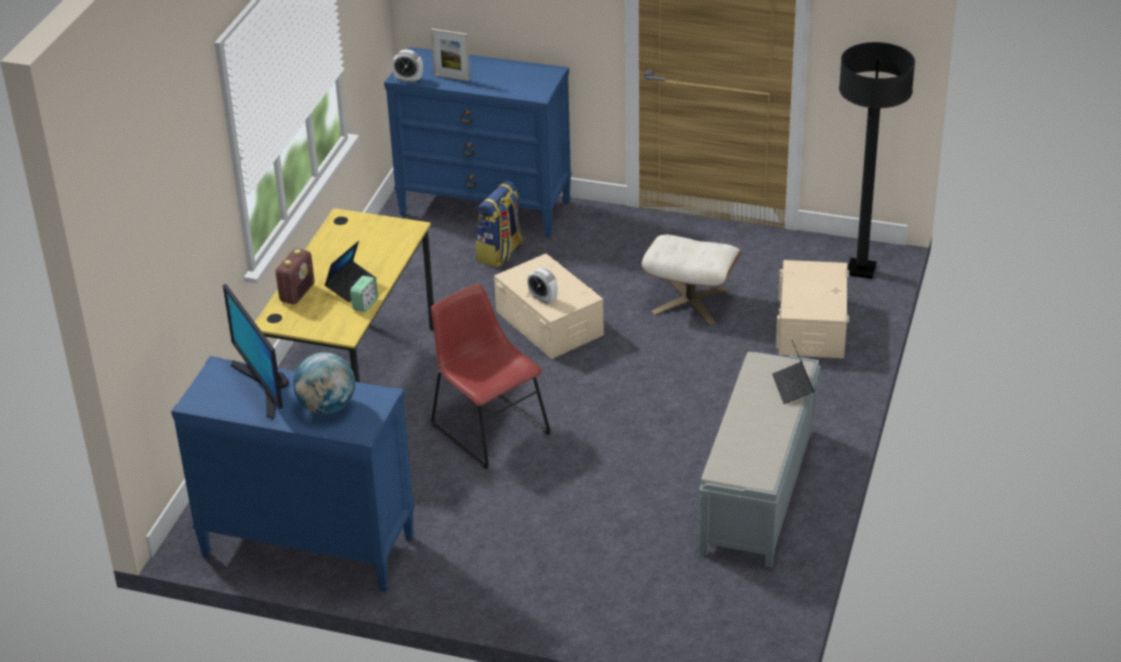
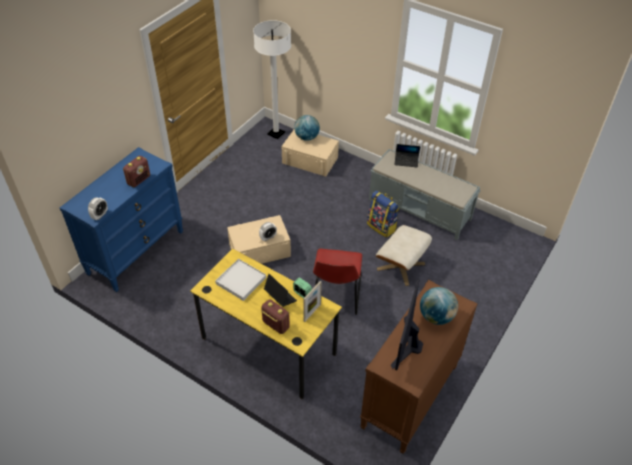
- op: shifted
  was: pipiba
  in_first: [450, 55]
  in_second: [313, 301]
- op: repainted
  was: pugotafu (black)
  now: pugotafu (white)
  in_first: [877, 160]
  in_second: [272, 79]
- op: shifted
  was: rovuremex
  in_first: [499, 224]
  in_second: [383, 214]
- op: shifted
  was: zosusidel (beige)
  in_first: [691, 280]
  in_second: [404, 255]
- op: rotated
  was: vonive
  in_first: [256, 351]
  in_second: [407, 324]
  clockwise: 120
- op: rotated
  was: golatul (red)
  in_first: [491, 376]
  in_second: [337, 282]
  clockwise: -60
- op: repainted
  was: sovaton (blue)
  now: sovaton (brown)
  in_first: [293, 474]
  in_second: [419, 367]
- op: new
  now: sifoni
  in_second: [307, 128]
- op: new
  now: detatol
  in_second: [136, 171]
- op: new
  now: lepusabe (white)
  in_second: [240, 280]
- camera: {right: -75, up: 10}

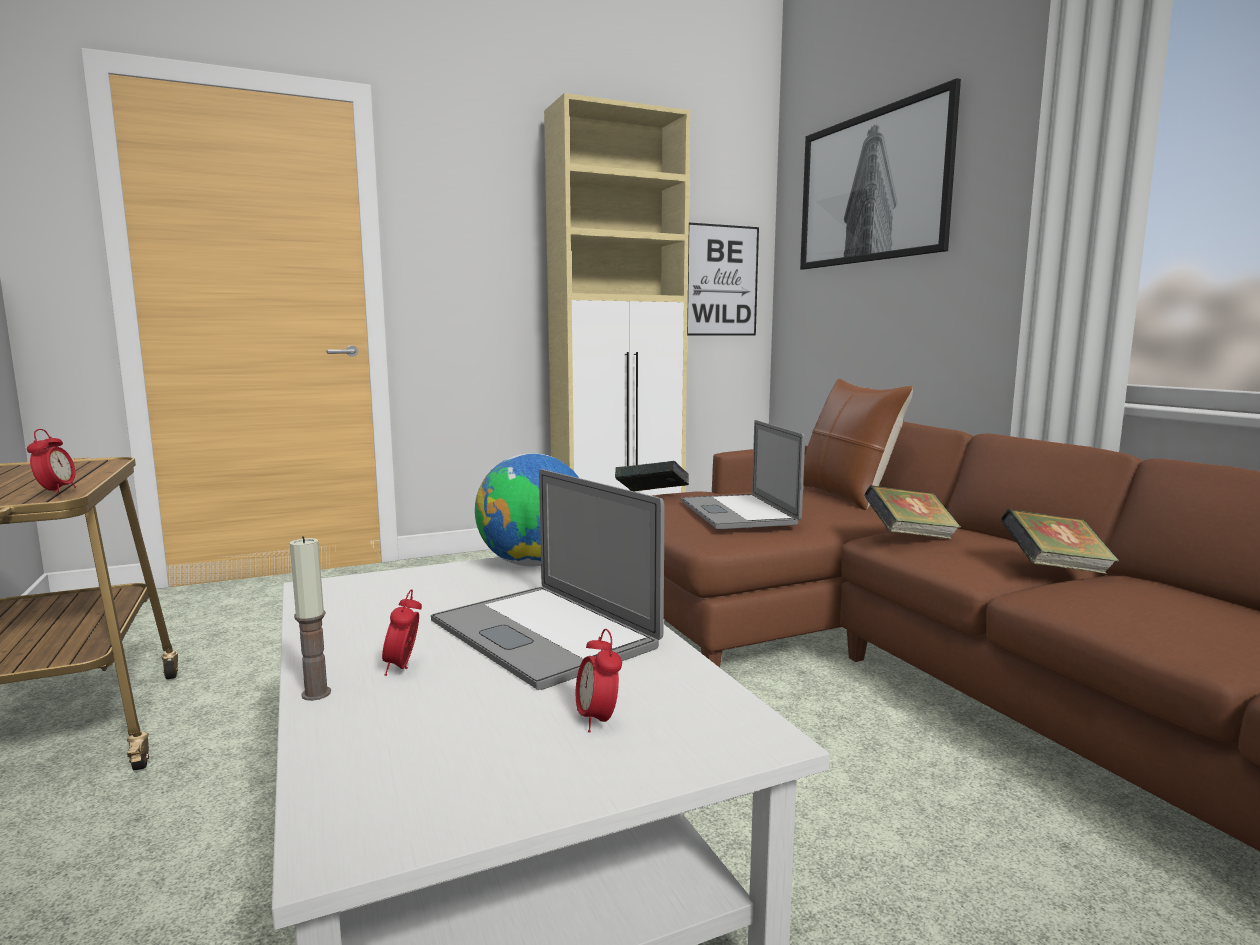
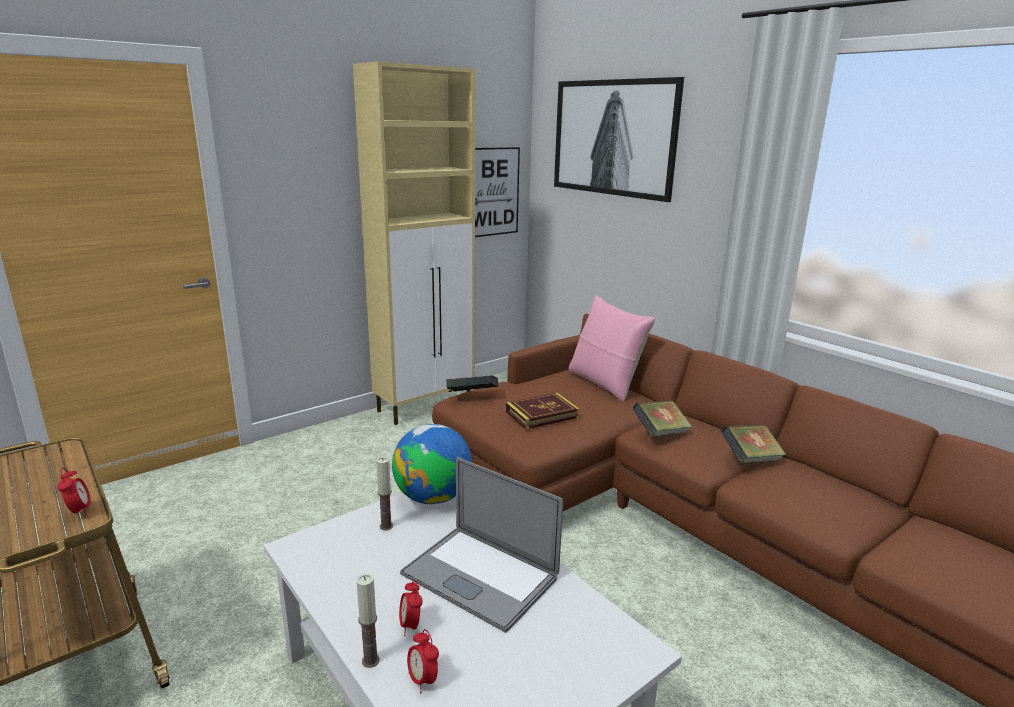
- op: repainted
  was: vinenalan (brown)
  now: vinenalan (pink)
  in_first: [858, 444]
  in_second: [612, 348]
- op: swapped
  was: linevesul
  now: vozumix
  in_first: [743, 474]
  in_second: [543, 411]
- op: shifted
  was: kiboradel
  in_first: [599, 680]
  in_second: [423, 661]
- op: new
  now: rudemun
  in_second: [384, 493]
- camera: {right: -15, up: 10}

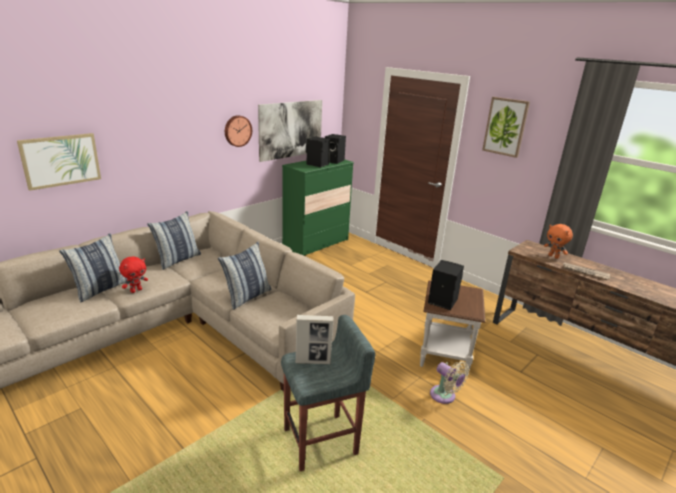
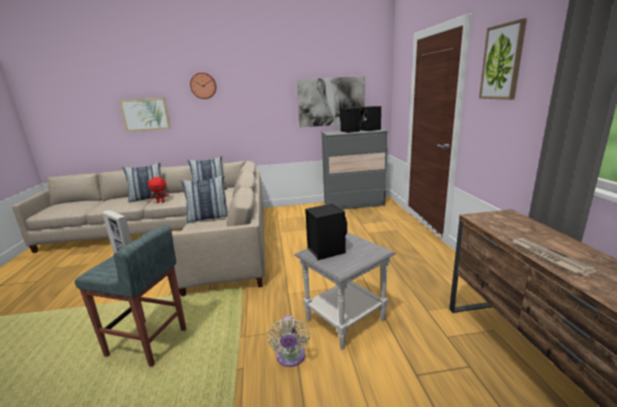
- op: shifted
  was: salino
  in_first: [238, 131]
  in_second: [203, 85]
- op: repainted
  was: sovaton (green)
  now: sovaton (grey)
  in_first: [318, 208]
  in_second: [354, 169]
- op: gone
  was: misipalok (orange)
  in_first: [558, 241]
- op: repainted
  was: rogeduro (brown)
  now: rogeduro (grey)
  in_first: [452, 328]
  in_second: [345, 291]
- camera: {right: 40, up: -5}

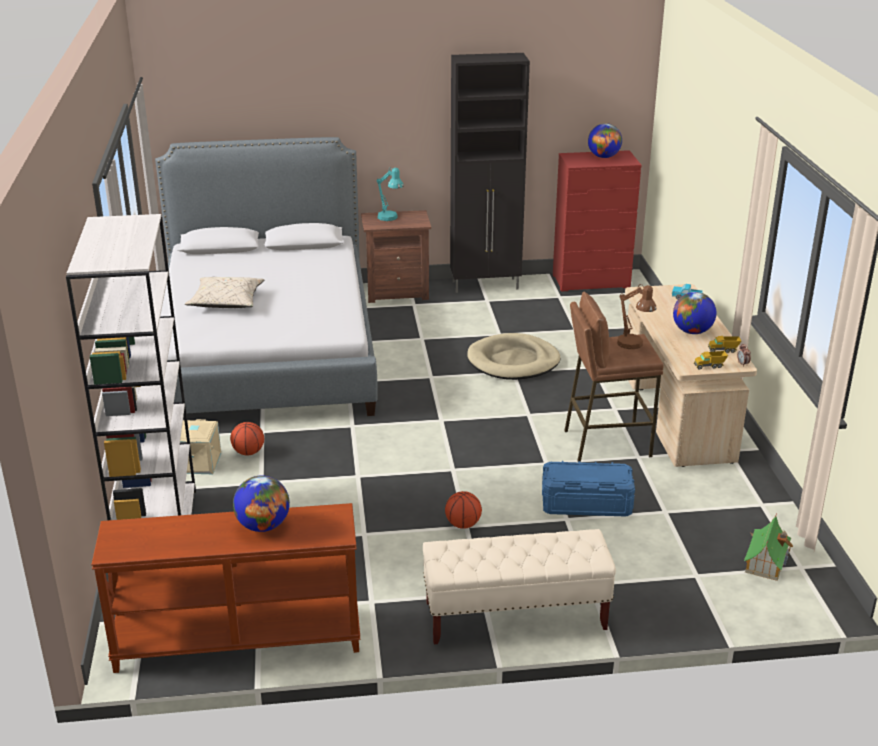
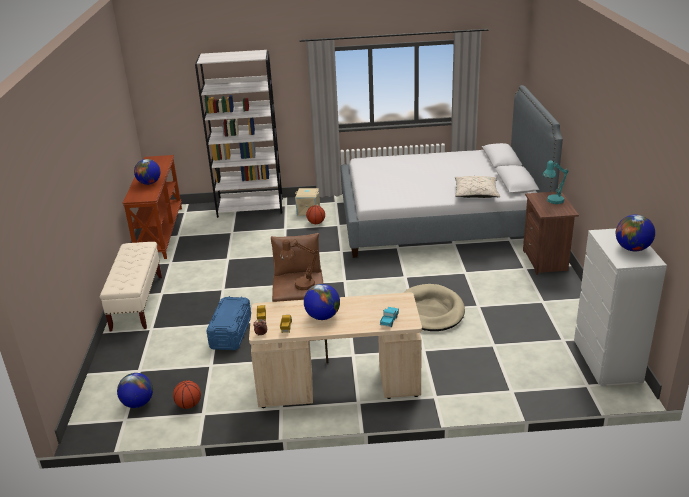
- op: gone
  was: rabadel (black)
  in_first: [490, 173]
- op: repainted
  was: sovaton (red)
  now: sovaton (white)
  in_first: [597, 221]
  in_second: [620, 307]
- op: shifted
  was: vinenalan (beige)
  in_first: [224, 292]
  in_second: [477, 187]
- op: shifted
  was: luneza
  in_first: [463, 510]
  in_second: [187, 395]
- op: swapped
  was: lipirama
  now: sifoni
  in_first: [768, 547]
  in_second: [135, 390]
- camera: {right: 95, up: 0}

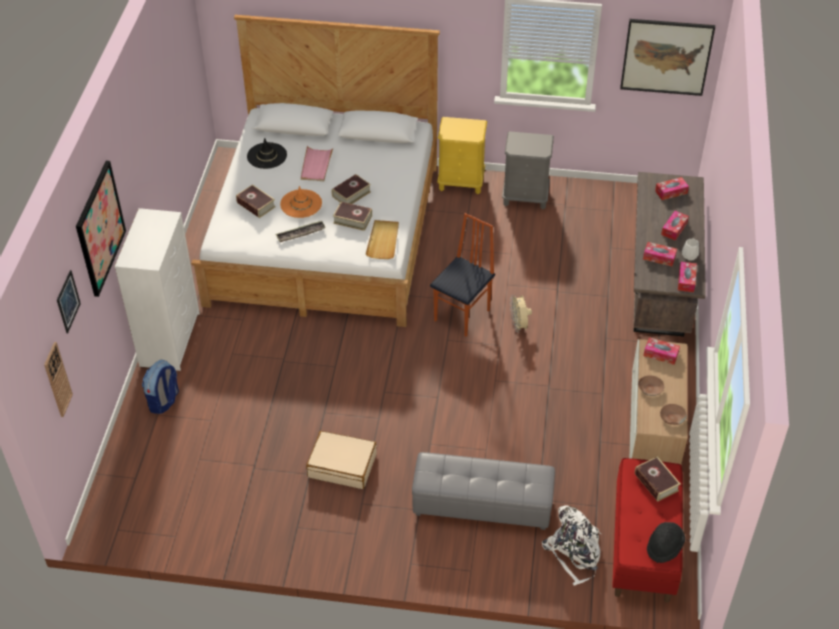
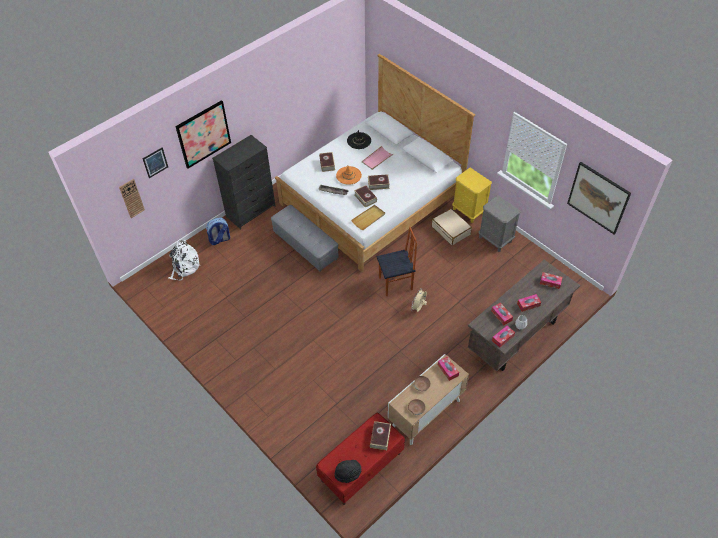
- op: repainted
  was: sovaton (white)
  now: sovaton (black)
  in_first: [157, 289]
  in_second: [244, 182]
- op: shifted
  was: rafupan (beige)
  in_first: [341, 460]
  in_second: [452, 227]
- op: shifted
  was: zosusidel (grey)
  in_first: [483, 491]
  in_second: [305, 238]
- op: shifted
  was: rovuremex (white)
  in_first: [571, 545]
  in_second: [184, 260]
- camera: {right: 40, up: 5}

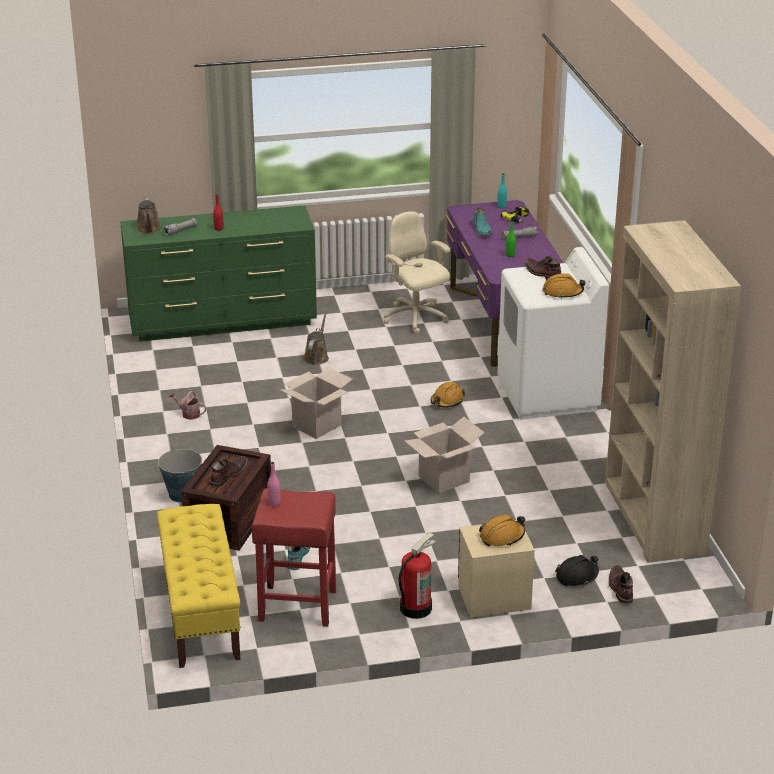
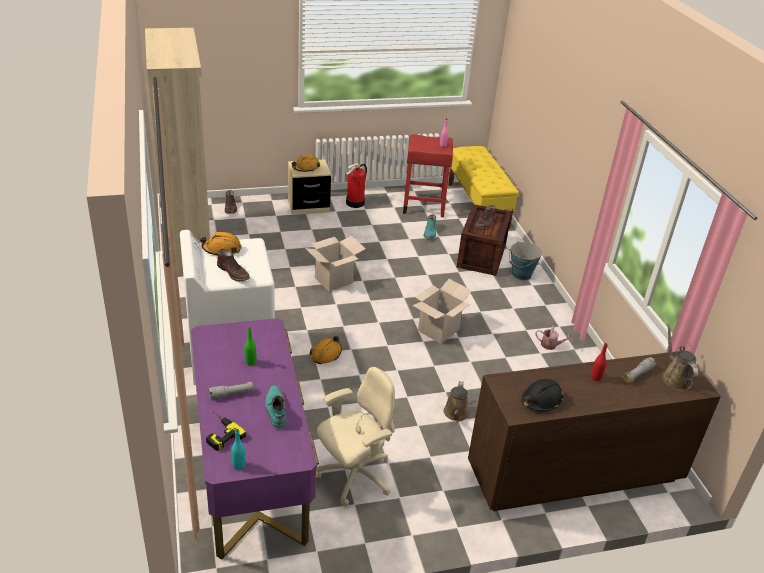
- op: repainted
  was: sovaton (green)
  now: sovaton (brown)
  in_first: [218, 273]
  in_second: [594, 431]
- op: rotated
  was: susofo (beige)
  in_first: [416, 272]
  in_second: [356, 437]
  clockwise: -90
- op: shifted
  was: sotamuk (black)
  in_first: [577, 570]
  in_second: [543, 395]
- camera: {right: 175, up: 5}

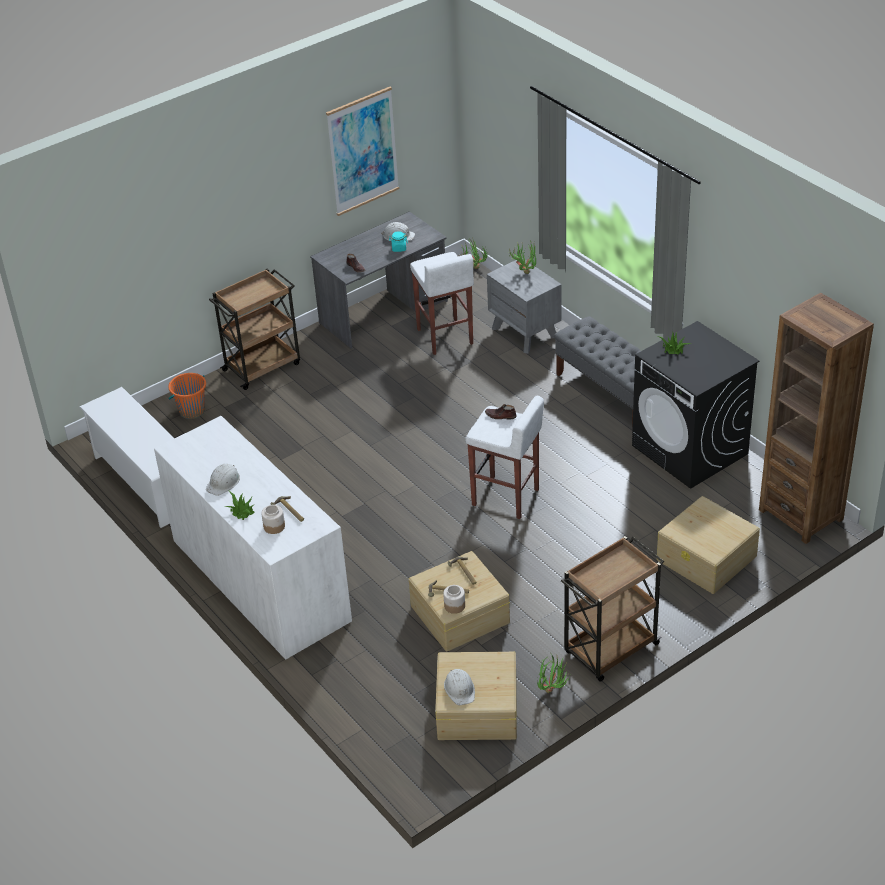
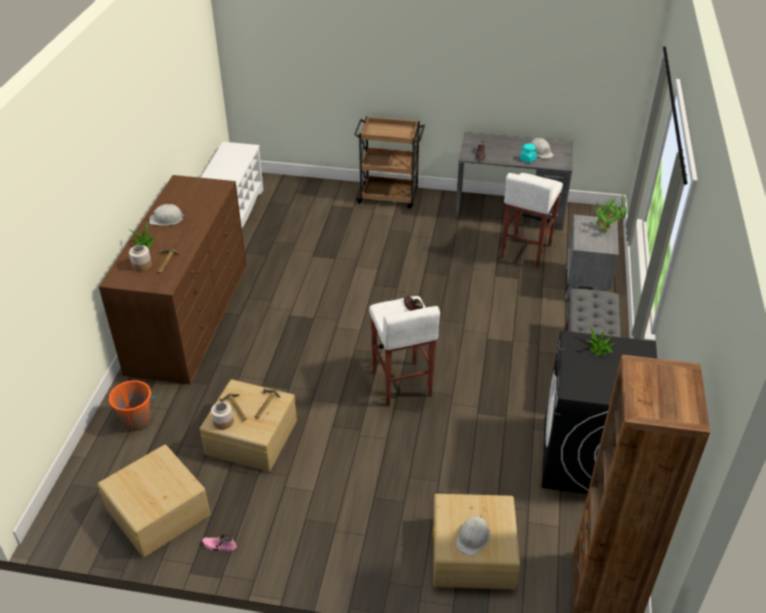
- op: gone
  was: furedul
  in_first: [362, 151]
- op: shifted
  was: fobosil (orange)
  in_first: [187, 396]
  in_second: [131, 405]
- op: repainted
  was: sovaton (white)
  now: sovaton (brown)
  in_first: [253, 538]
  in_second: [172, 280]
- op: gone
  was: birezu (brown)
  in_first: [612, 609]
- op: swapped
  was: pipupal
  now: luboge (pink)
  in_first: [554, 673]
  in_second: [219, 543]
- op: shifted
  was: sotamuk (white)
  in_first: [459, 687]
  in_second: [473, 536]
- camera: {right: 45, up: 0}

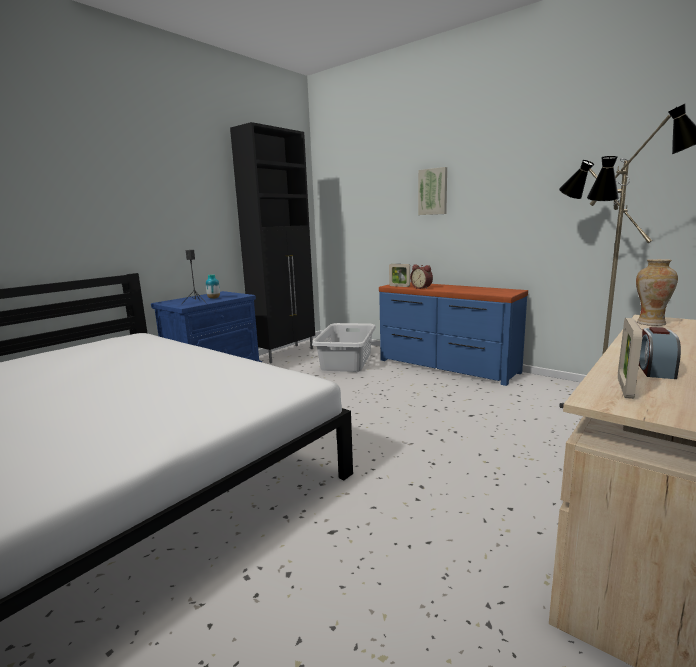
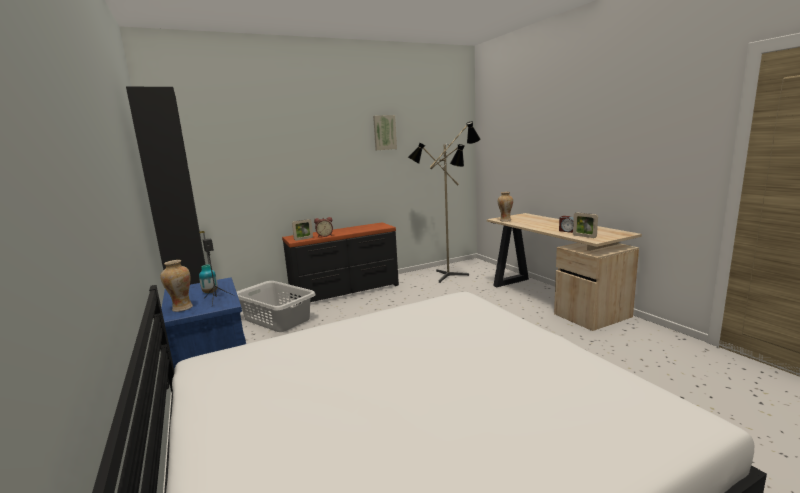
- op: shifted
  was: furedul
  in_first: [432, 191]
  in_second: [385, 132]
- op: repainted
  was: sovaton (blue)
  now: sovaton (black)
  in_first: [453, 334]
  in_second: [340, 263]
- op: new
  now: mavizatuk
  in_second: [176, 286]
- camera: {right: -65, up: 0}

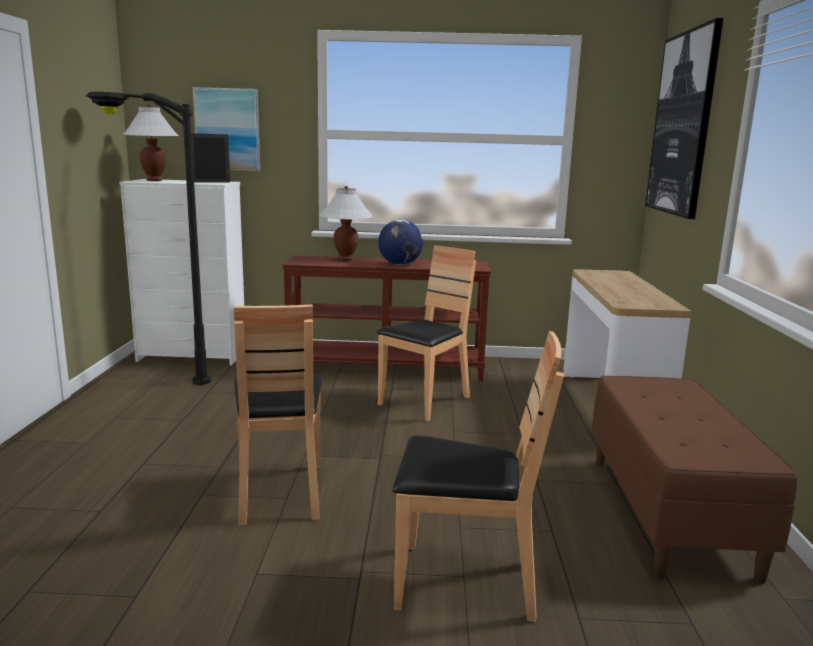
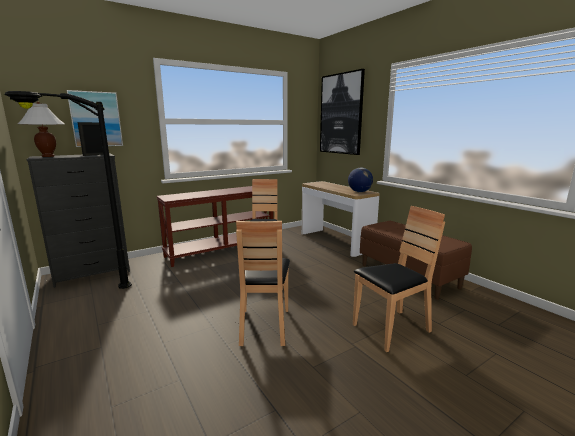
- op: repainted
  was: sovaton (white)
  now: sovaton (black)
  in_first: [181, 272]
  in_second: [78, 221]
- op: gone
  was: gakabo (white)
  in_first: [345, 223]
- op: shifted
  was: sifoni
  in_first: [400, 242]
  in_second: [360, 180]
- op: rotated
  was: golatul (brown)
  in_first: [278, 415]
  in_second: [263, 283]
  clockwise: 45
- camera: {right: -35, up: 0}

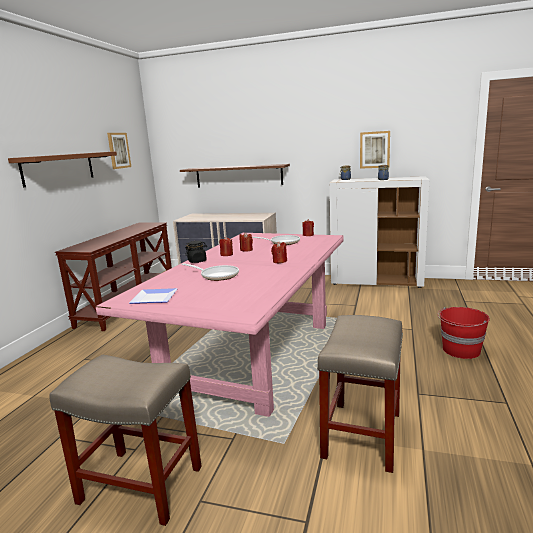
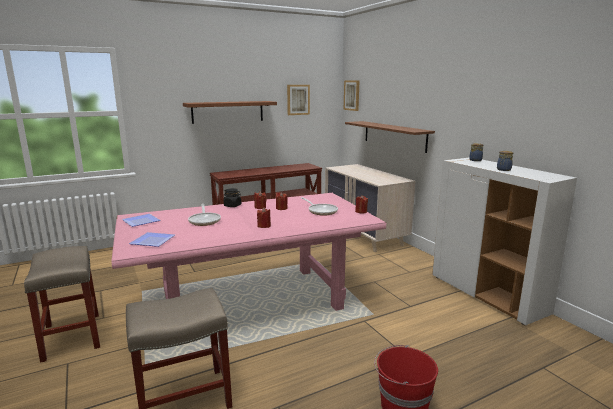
- op: shifted
  was: furedul
  in_first: [375, 150]
  in_second: [351, 96]
- op: new
  now: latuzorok
  in_second: [152, 239]
- camera: {right: 45, up: 0}

